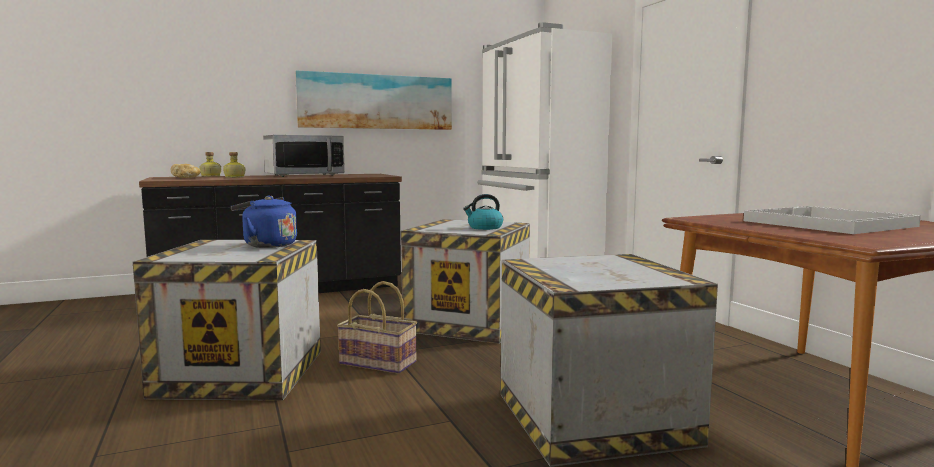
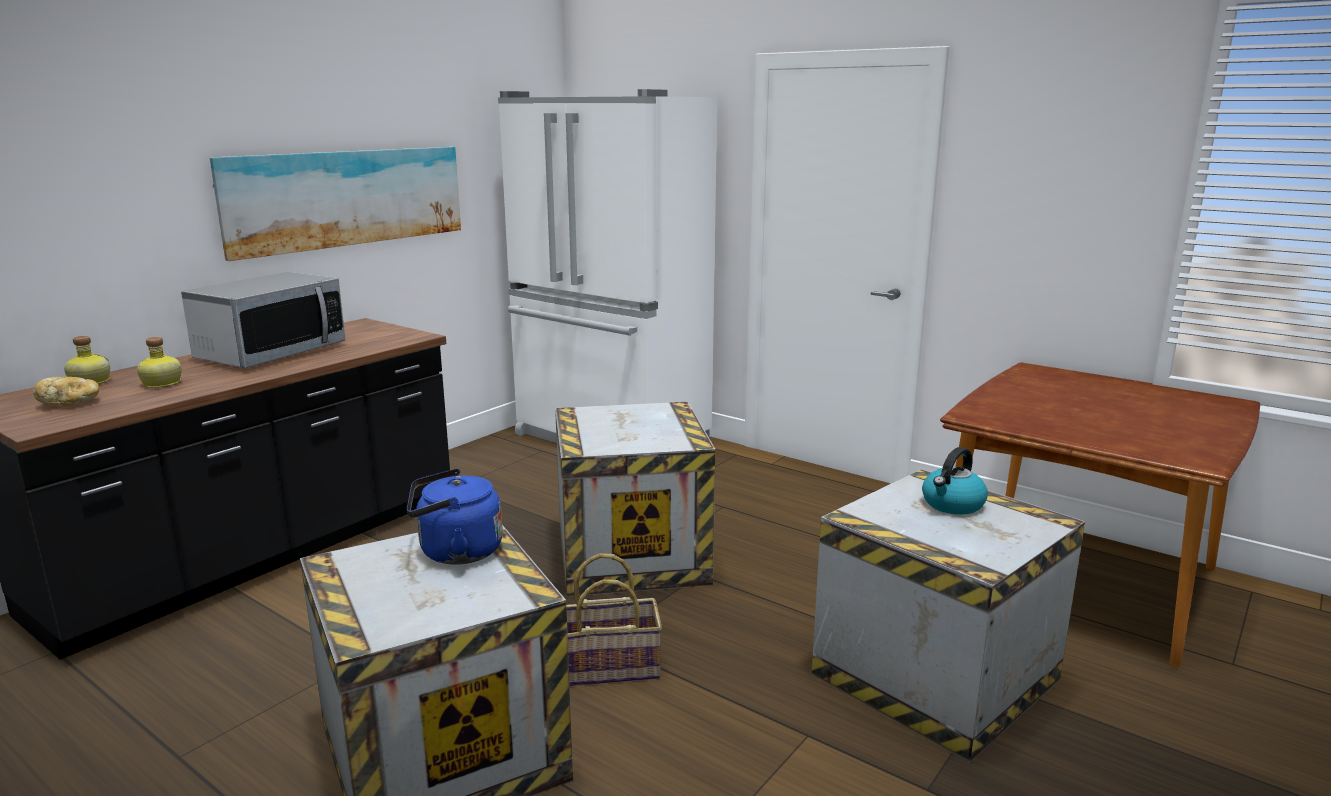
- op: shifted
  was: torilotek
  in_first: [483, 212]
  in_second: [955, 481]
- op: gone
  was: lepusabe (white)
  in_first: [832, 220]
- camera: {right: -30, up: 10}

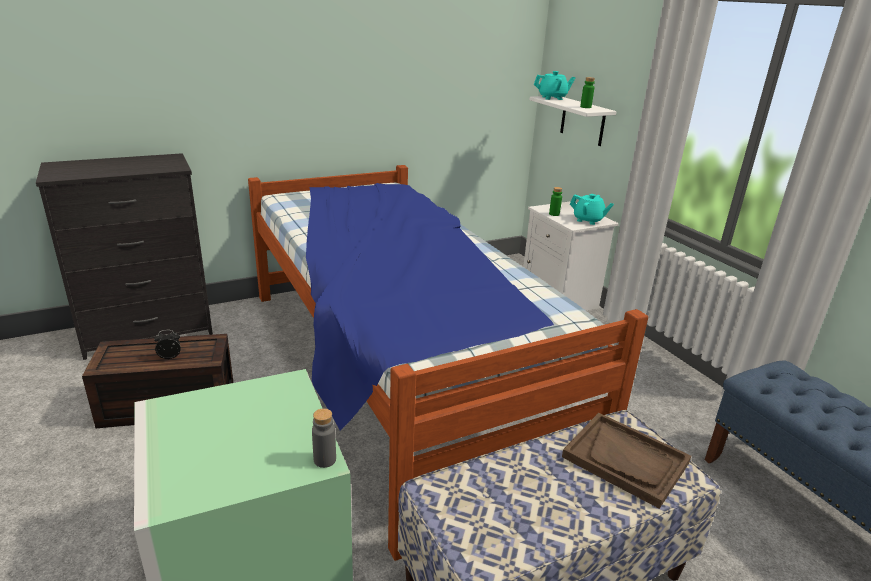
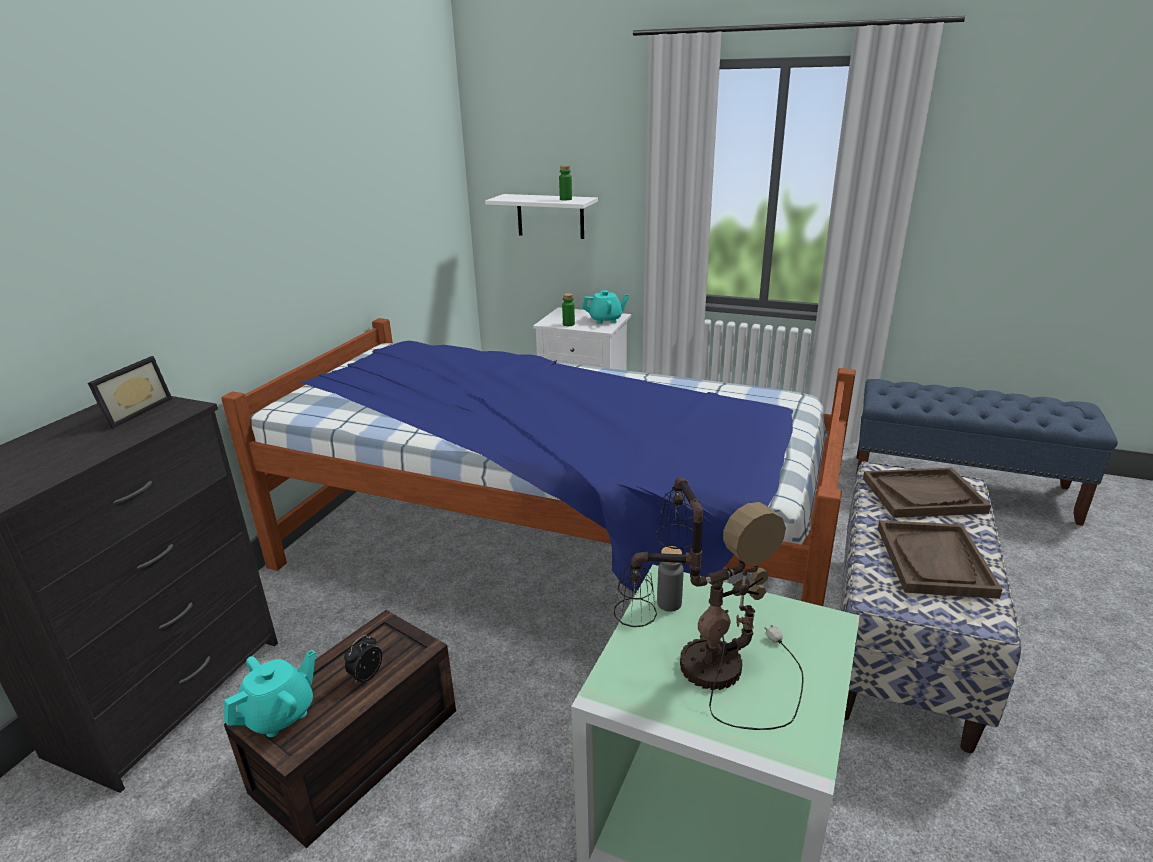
- op: shifted
  was: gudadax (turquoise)
  in_first: [555, 85]
  in_second: [270, 693]
- op: shifted
  was: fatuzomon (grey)
  in_first: [324, 438]
  in_second: [670, 579]
- op: new
  now: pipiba
  in_second: [130, 392]
- op: new
  now: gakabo
  in_second: [708, 603]
- op: new
  now: lepusabe (brown)
  in_second: [940, 559]
- camera: {right: -40, up: 0}

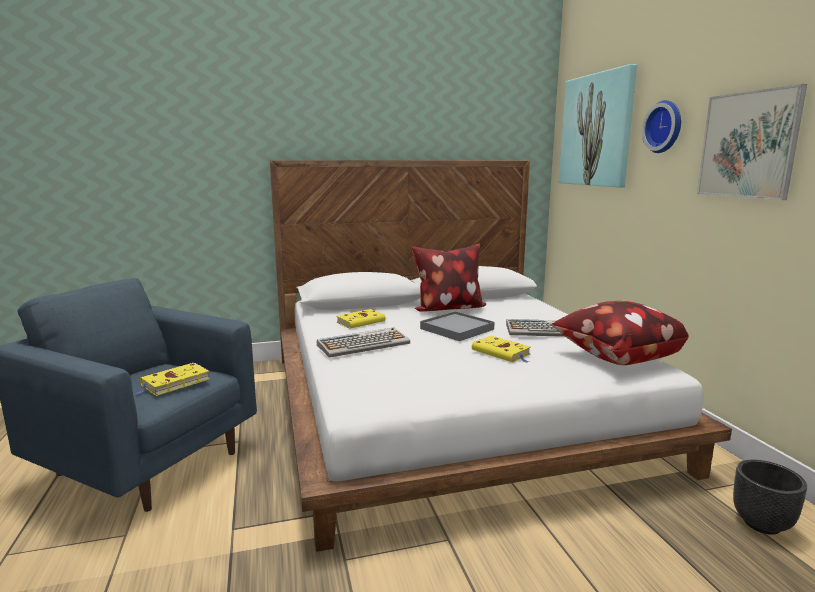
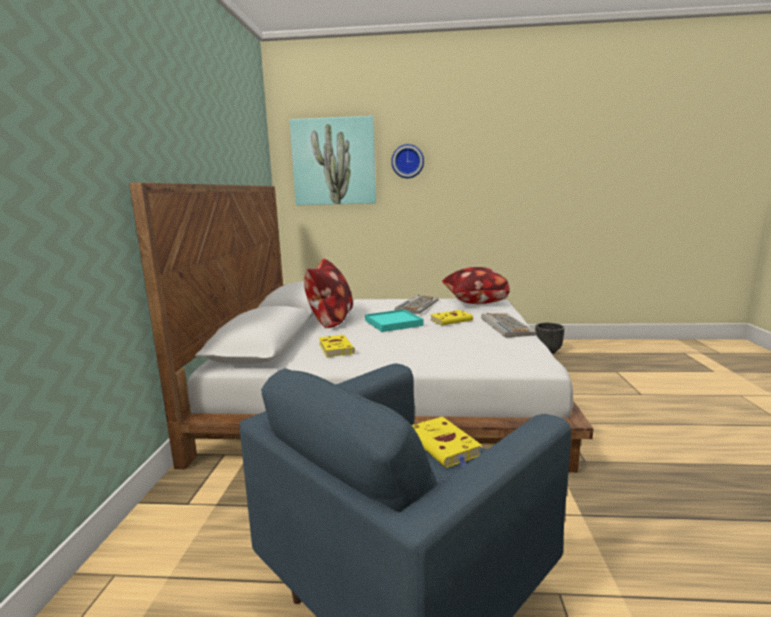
- op: gone
  was: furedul
  in_first: [752, 142]
- op: repainted
  was: lepusabe (grey)
  now: lepusabe (turquoise)
  in_first: [457, 326]
  in_second: [394, 320]
- op: shifted
  was: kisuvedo
  in_first: [363, 342]
  in_second: [509, 325]
- camera: {right: -70, up: 0}

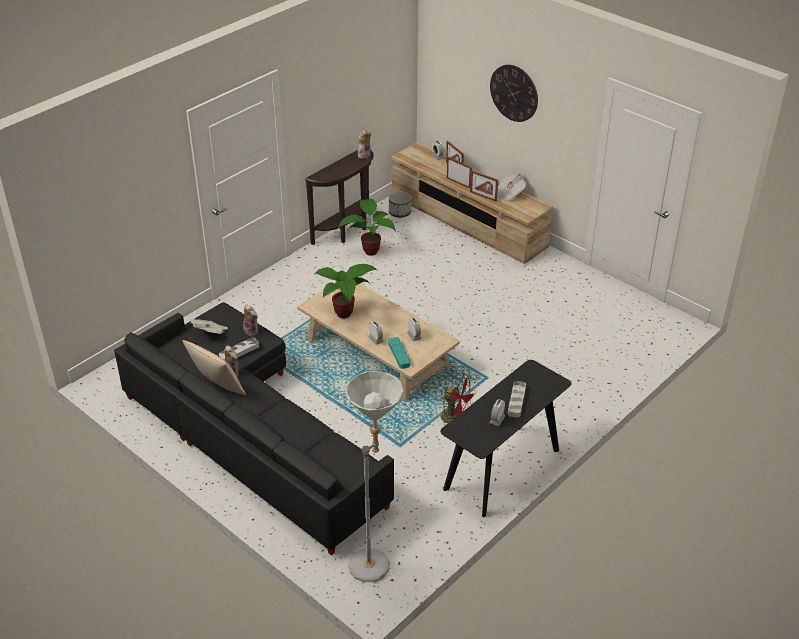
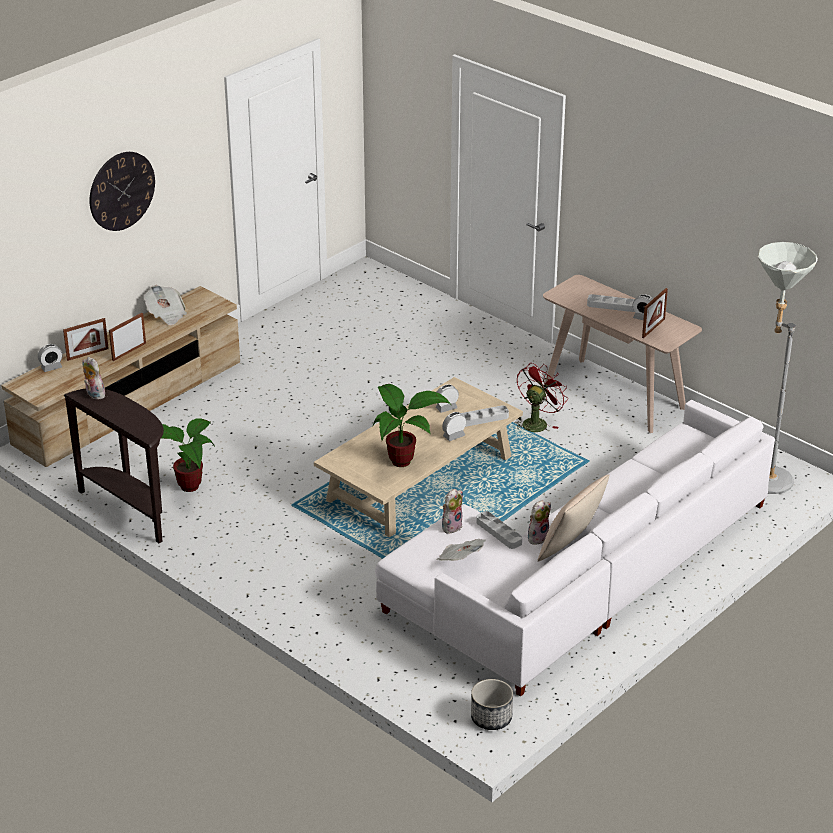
- op: shifted
  was: pipiba
  in_first: [484, 186]
  in_second: [655, 313]
- op: shifted
  was: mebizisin
  in_first: [400, 204]
  in_second: [492, 704]
- op: repainted
  was: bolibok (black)
  now: bolibok (white)
  in_first: [254, 429]
  in_second: [575, 548]
- op: repainted
  was: lepusabe (turquoise)
  now: lepusabe (grey)
  in_first: [399, 353]
  in_second: [485, 416]
- op: repainted
  was: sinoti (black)
  now: sinoti (beige)
  in_first: [506, 438]
  in_second: [622, 354]
- camera: {right: -90, up: -5}

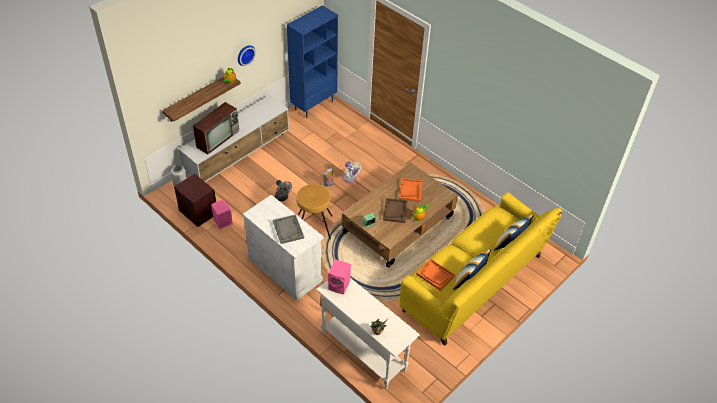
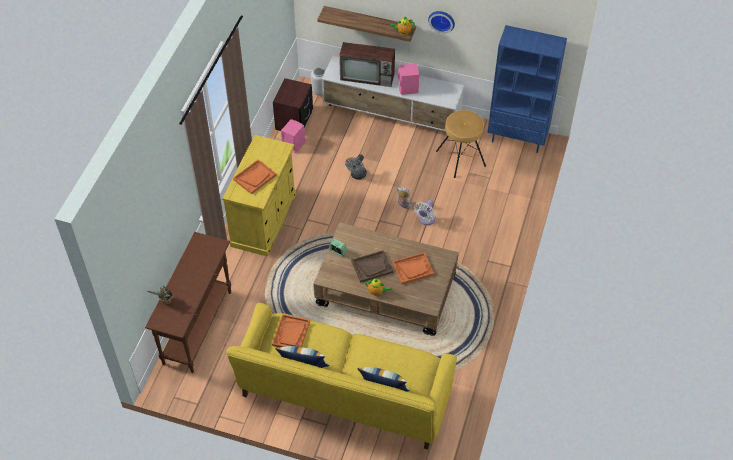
- op: shifted
  was: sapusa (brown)
  in_first: [314, 211]
  in_second: [461, 144]
- op: repainted
  was: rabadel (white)
  now: rabadel (yellow)
  in_first: [283, 248]
  in_second: [259, 195]
- op: repainted
  was: lepusabe (grey)
  now: lepusabe (orange)
  in_first: [288, 229]
  in_second: [255, 177]
- op: shifted
  was: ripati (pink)
  in_first: [339, 276]
  in_second: [408, 79]
- op: repainted
  was: sinoti (white)
  now: sinoti (brown)
  in_first: [368, 334]
  in_second: [188, 302]
- camera: {right: 65, up: 5}

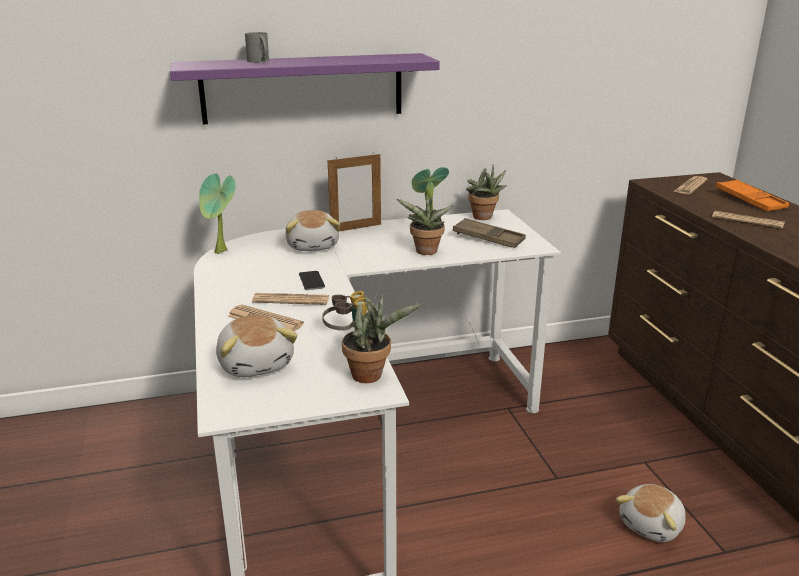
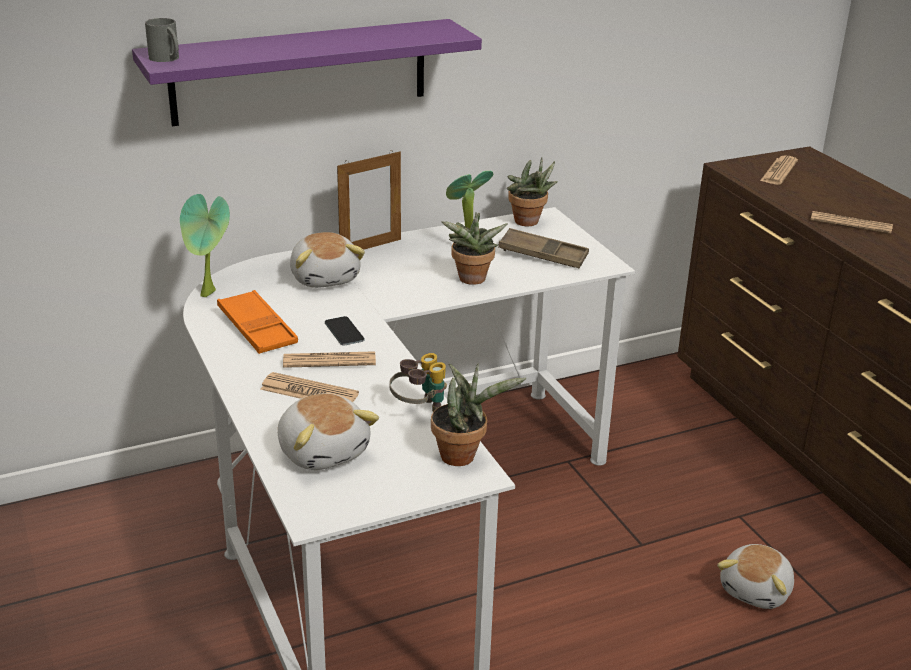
- op: shifted
  was: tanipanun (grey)
  in_first: [257, 47]
  in_second: [162, 40]
- op: shifted
  was: lepusabe (orange)
  in_first: [752, 195]
  in_second: [257, 322]
- camera: {right: -10, up: 5}

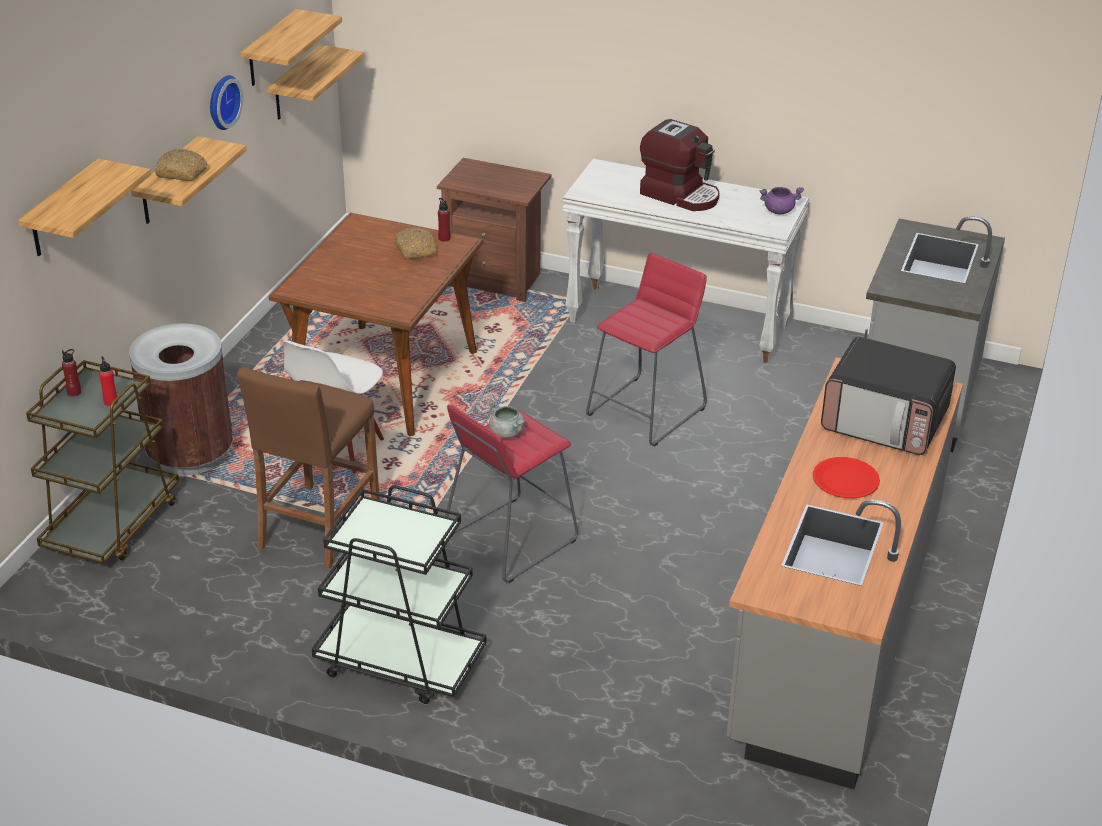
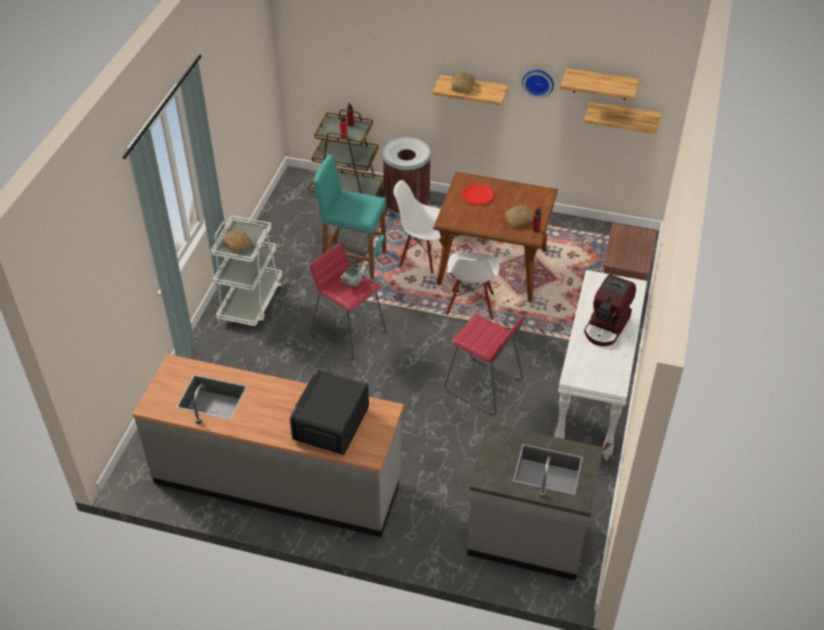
- op: gone
  was: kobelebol
  in_first: [84, 207]
- op: gone
  was: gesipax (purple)
  in_first: [782, 201]
- op: repainted
  was: sapusa (brown)
  now: sapusa (turquoise)
  in_first: [308, 468]
  in_second: [349, 217]
- op: shifted
  was: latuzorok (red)
  in_first: [846, 477]
  in_second: [478, 194]
- op: repainted
  was: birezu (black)
  now: birezu (white)
  in_first: [399, 594]
  in_second: [246, 271]
- op: new
  now: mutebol
  in_second: [237, 241]
- op: new
  now: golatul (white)
  in_second: [473, 286]
- camera: {right: 85, up: 10}

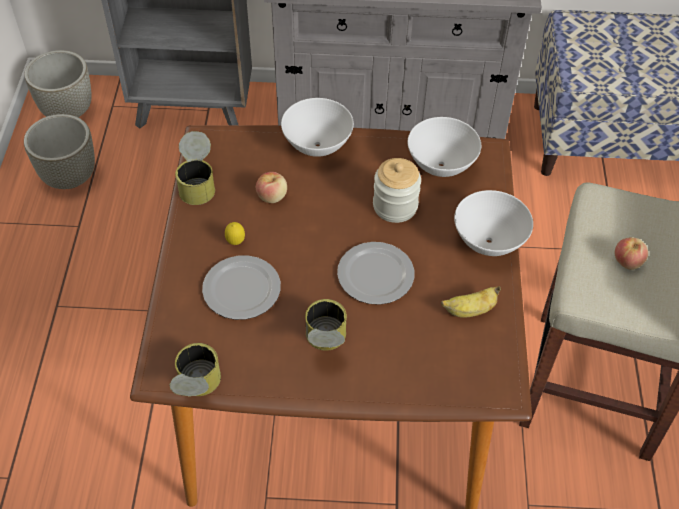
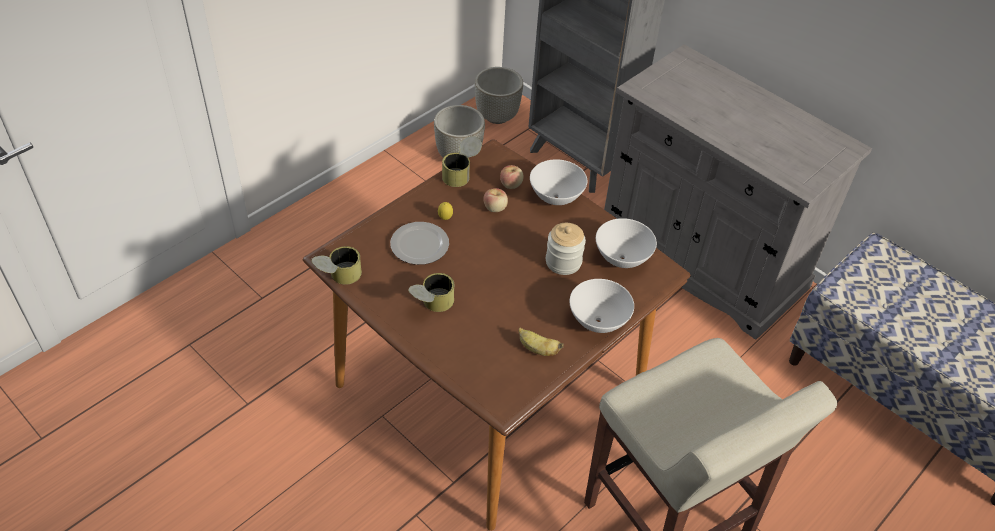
- op: shifted
  was: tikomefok
  in_first: [631, 253]
  in_second: [512, 177]
- op: gone
  was: latuzorok
  in_first: [375, 273]
- camera: {right: 40, up: -5}

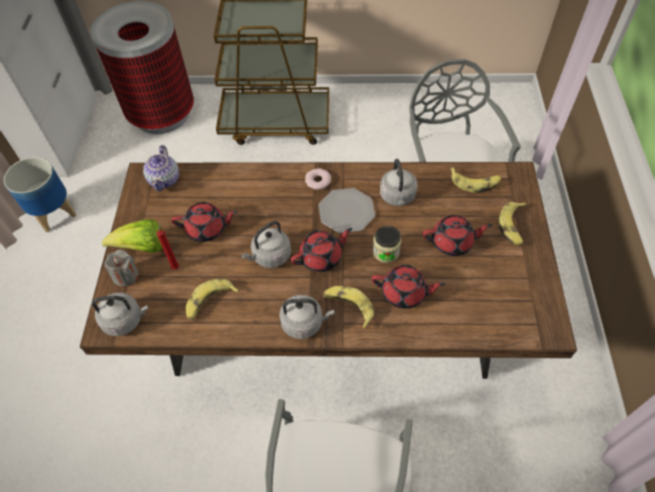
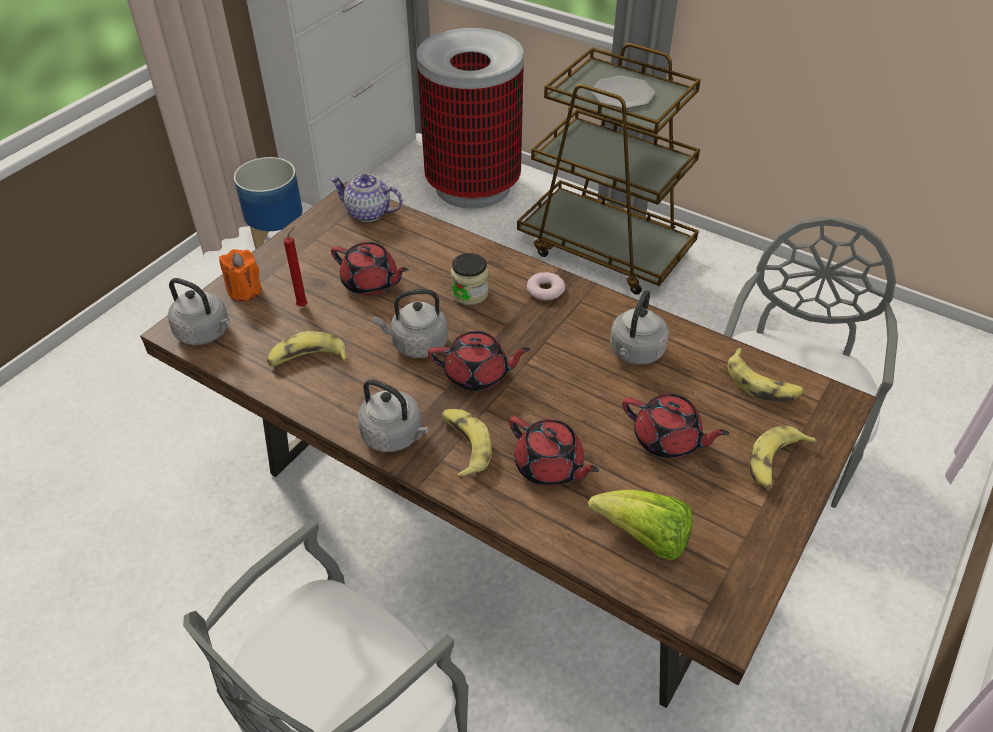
- op: rotated
  was: gudadax
  in_first: [161, 168]
  in_second: [366, 198]
  clockwise: 75
- op: shifted
  was: latuzorok
  in_first: [347, 210]
  in_second: [623, 92]
- op: shifted
  was: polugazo
  in_first: [132, 236]
  in_second: [640, 525]
- op: shifted
  was: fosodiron
  in_first: [387, 244]
  in_second: [470, 279]
- op: repainted
  was: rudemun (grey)
  now: rudemun (orange)
  in_first: [121, 268]
  in_second: [240, 275]
- camera: {right: 30, up: -10}

